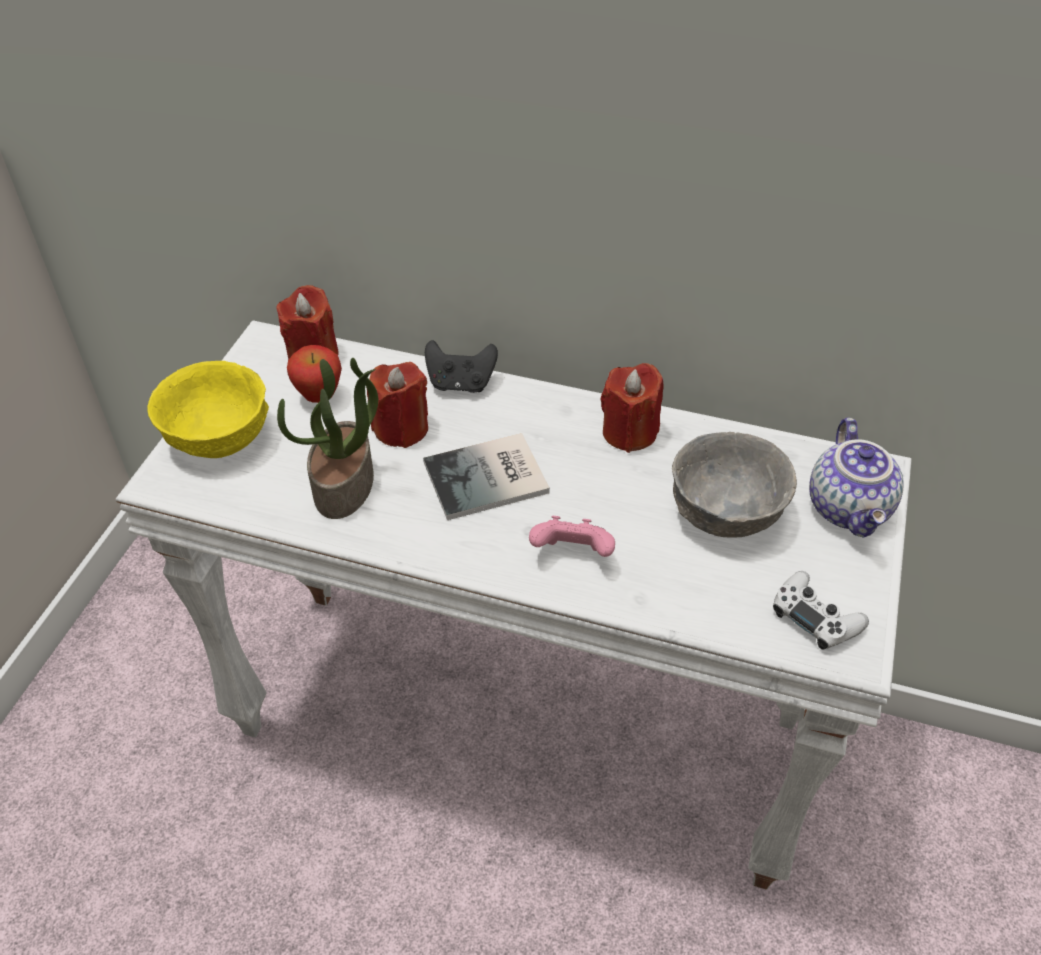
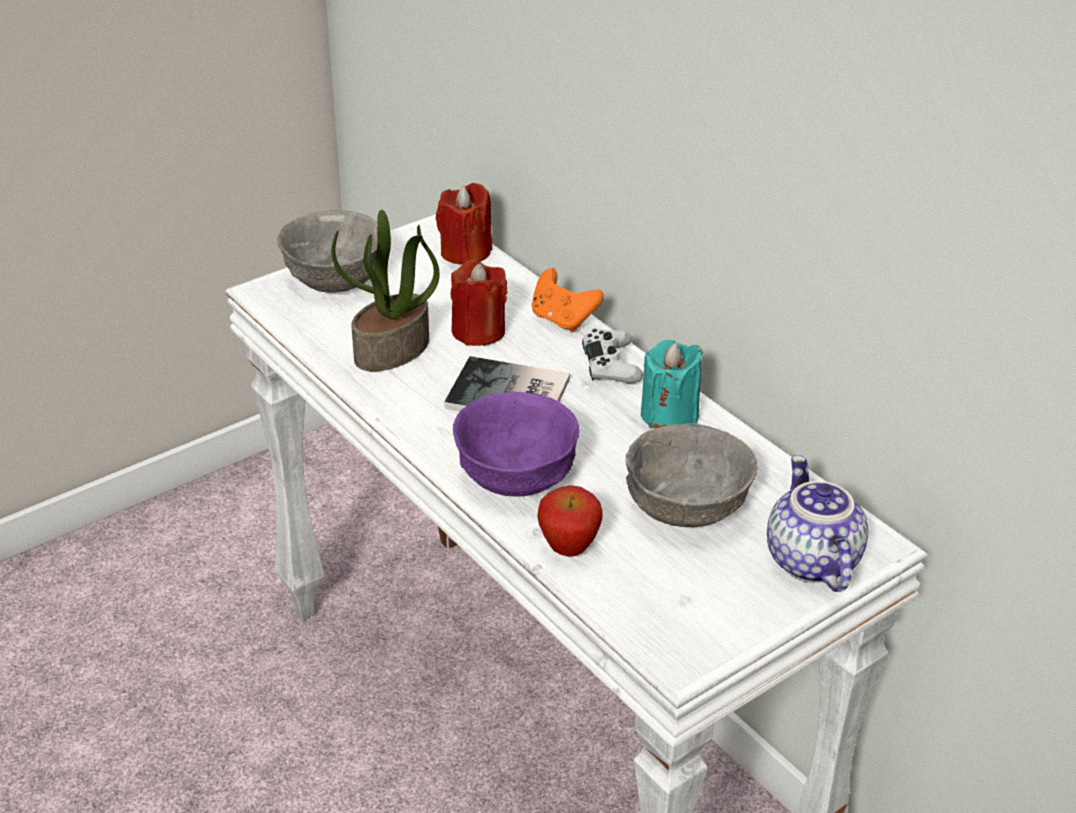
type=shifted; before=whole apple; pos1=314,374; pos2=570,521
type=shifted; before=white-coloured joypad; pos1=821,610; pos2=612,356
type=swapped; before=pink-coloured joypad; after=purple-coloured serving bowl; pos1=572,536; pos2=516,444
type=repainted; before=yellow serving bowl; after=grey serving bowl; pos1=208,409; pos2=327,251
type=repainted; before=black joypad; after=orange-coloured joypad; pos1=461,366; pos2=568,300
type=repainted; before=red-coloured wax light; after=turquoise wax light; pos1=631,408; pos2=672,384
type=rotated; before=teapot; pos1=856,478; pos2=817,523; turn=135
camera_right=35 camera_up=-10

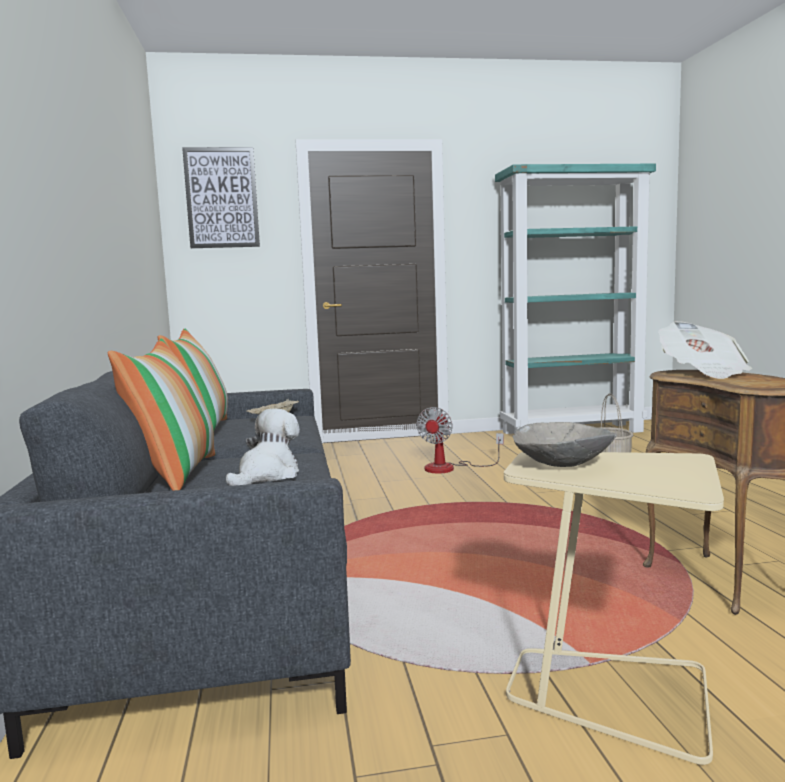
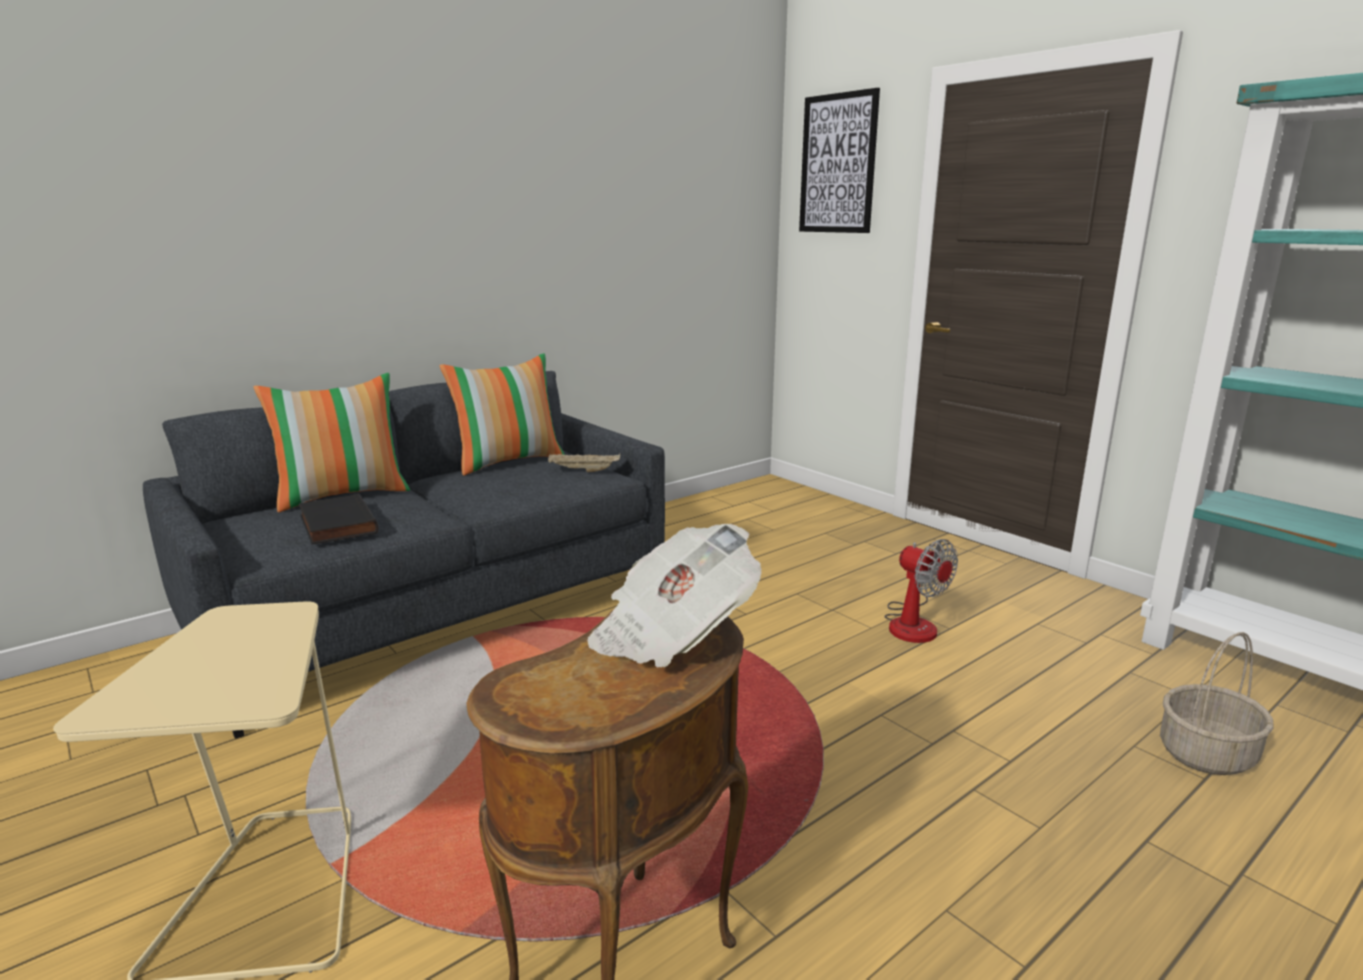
type=gone; before=grey serving bowl; pos1=565,444
type=swapped; before=cuddly toy; after=black bound book; pos1=263,447; pos2=338,519
type=rotated; before=fan; pos1=460,440; pos2=921,591; turn=-120
camera_right=60 camera_up=10

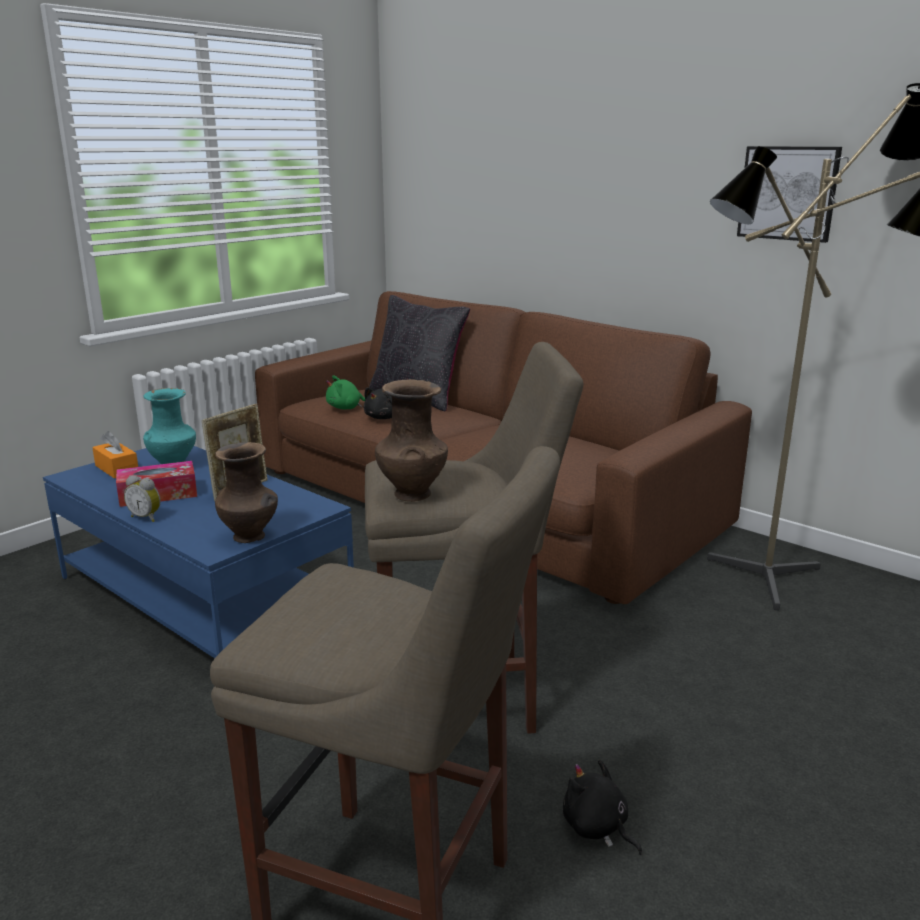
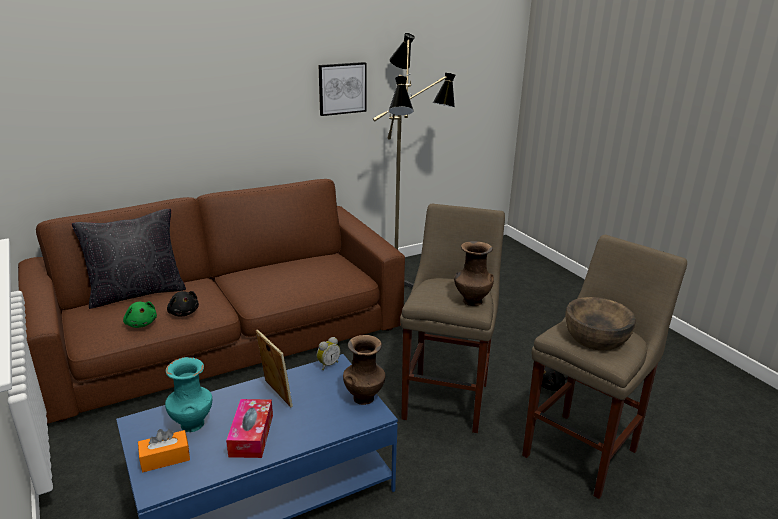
type=new; after=brown serving bowl; pos2=600,324
type=shifted; before=alarm clock; pos1=142,498; pos2=328,353
type=rotated; before=green cuddly toy; pos1=345,392; pos2=140,314; turn=-45
camera_right=-70 camera_up=5

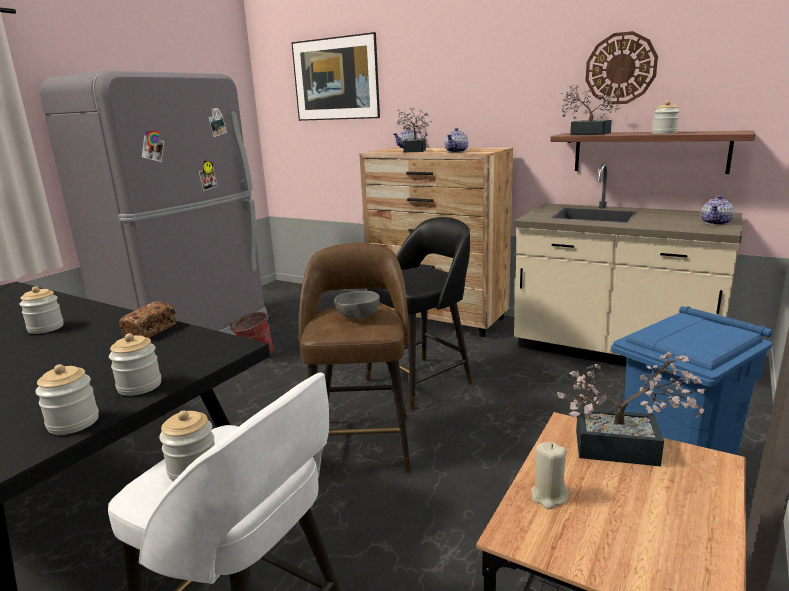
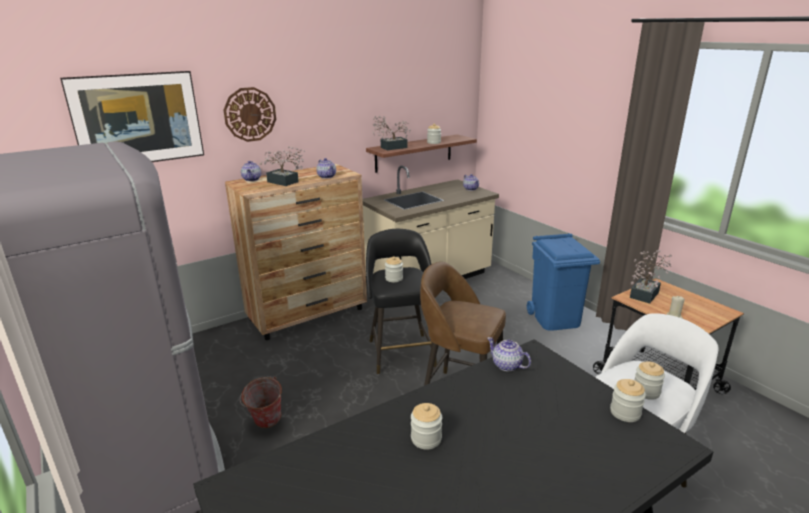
type=gone; before=bakery bread; pos1=147,319
type=gone; before=grey serving bowl; pos1=357,305
type=new; after=teapot; pos2=509,354
type=shifted; before=jar; pos1=135,364; pos2=394,269
type=shifted; before=wall clock; pos1=621,68; pos2=249,114
camera_right=-65 camera_up=5

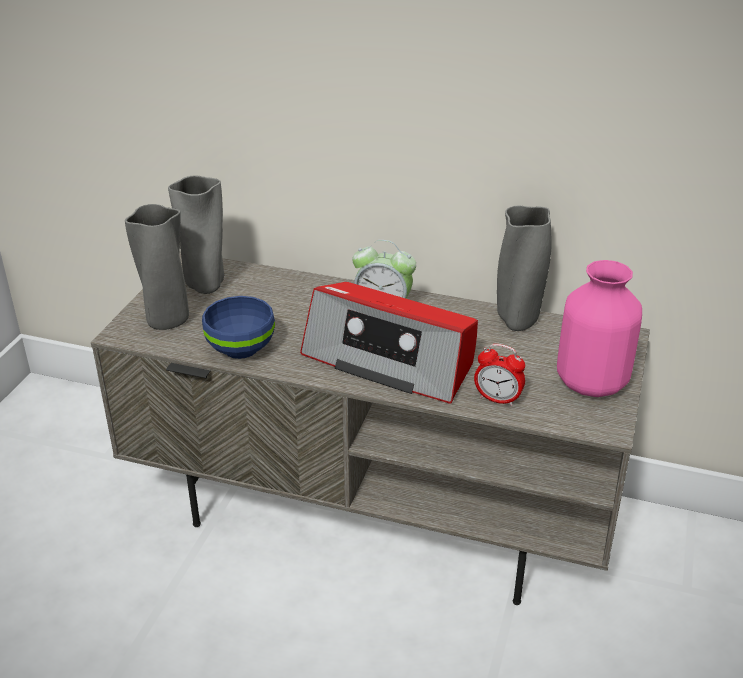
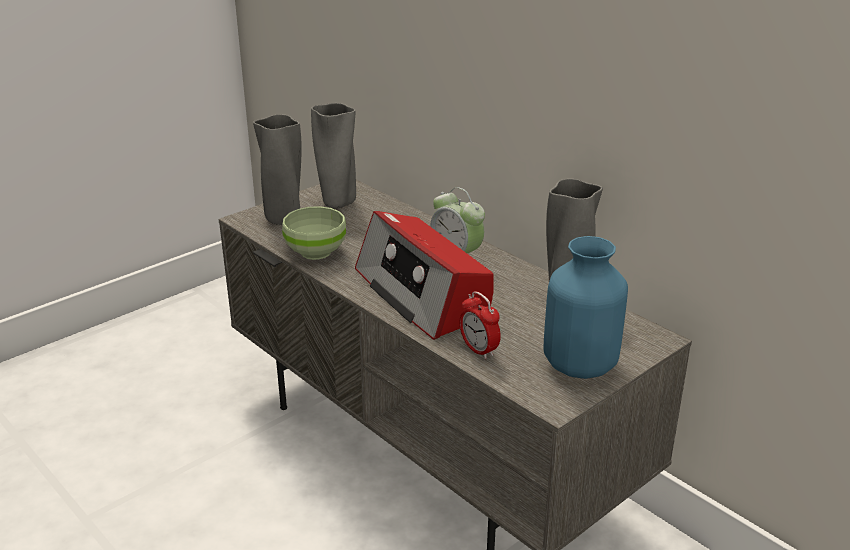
type=repainted; before=blue-coloured serving bowl; after=green serving bowl; pos1=238,327; pos2=314,233
type=repainted; before=pink-coloured decorative vase; after=blue-coloured decorative vase; pos1=599,328; pos2=585,307
camera_right=30 camera_up=-5

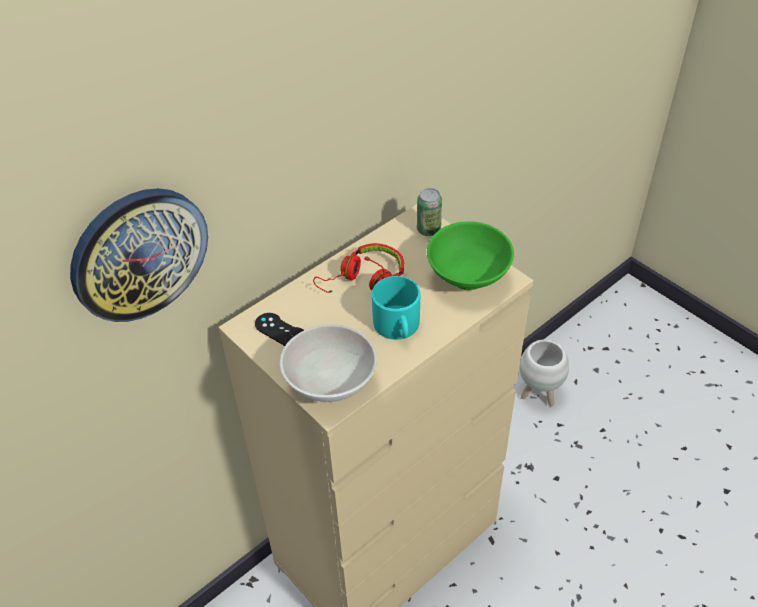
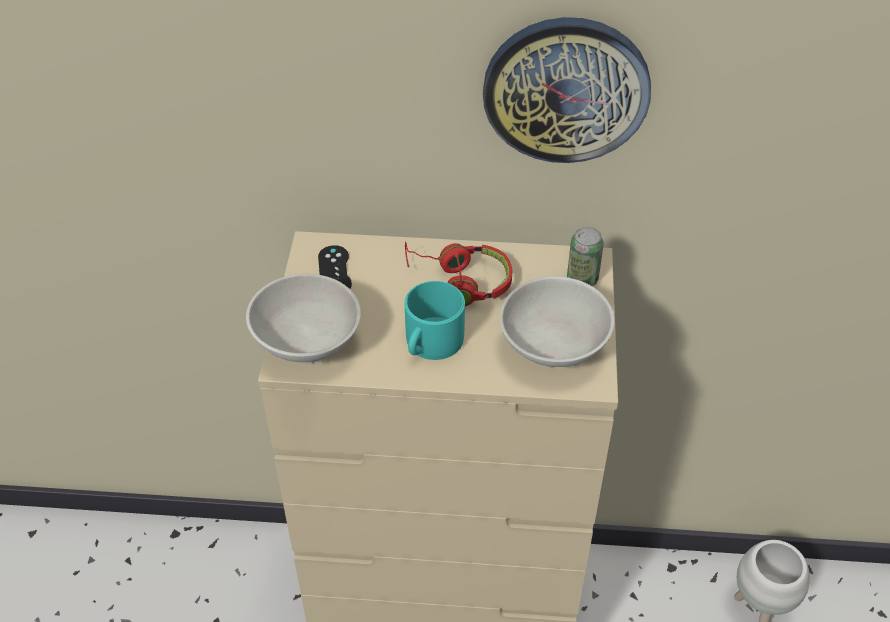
type=shifted; before=wall clock; pos1=139,255; pos2=567,90
type=repainted; before=green serving bowl; after=white-coloured serving bowl; pos1=470,255; pos2=557,321
camera_right=45 camera_up=0

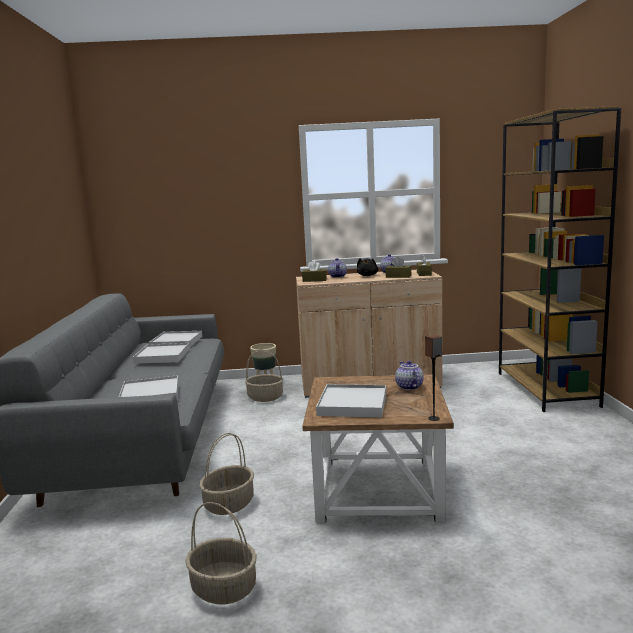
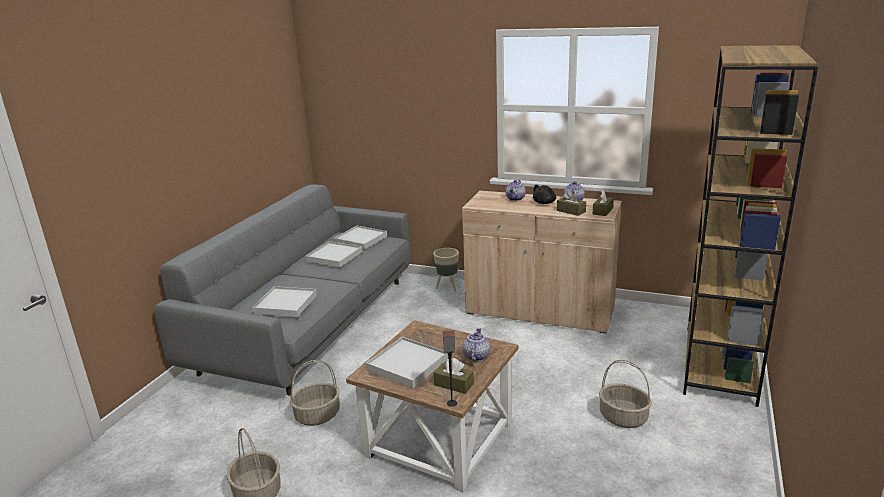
type=shifted; before=storage basket; pos1=264,375; pos2=625,394
type=shifted; before=brown box of tissues; pos1=314,271; pos2=454,376
camera_right=25 camera_up=10

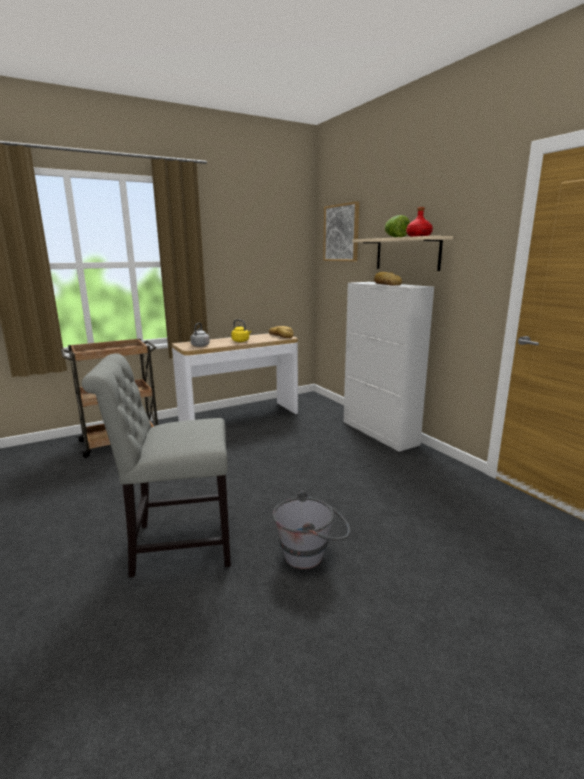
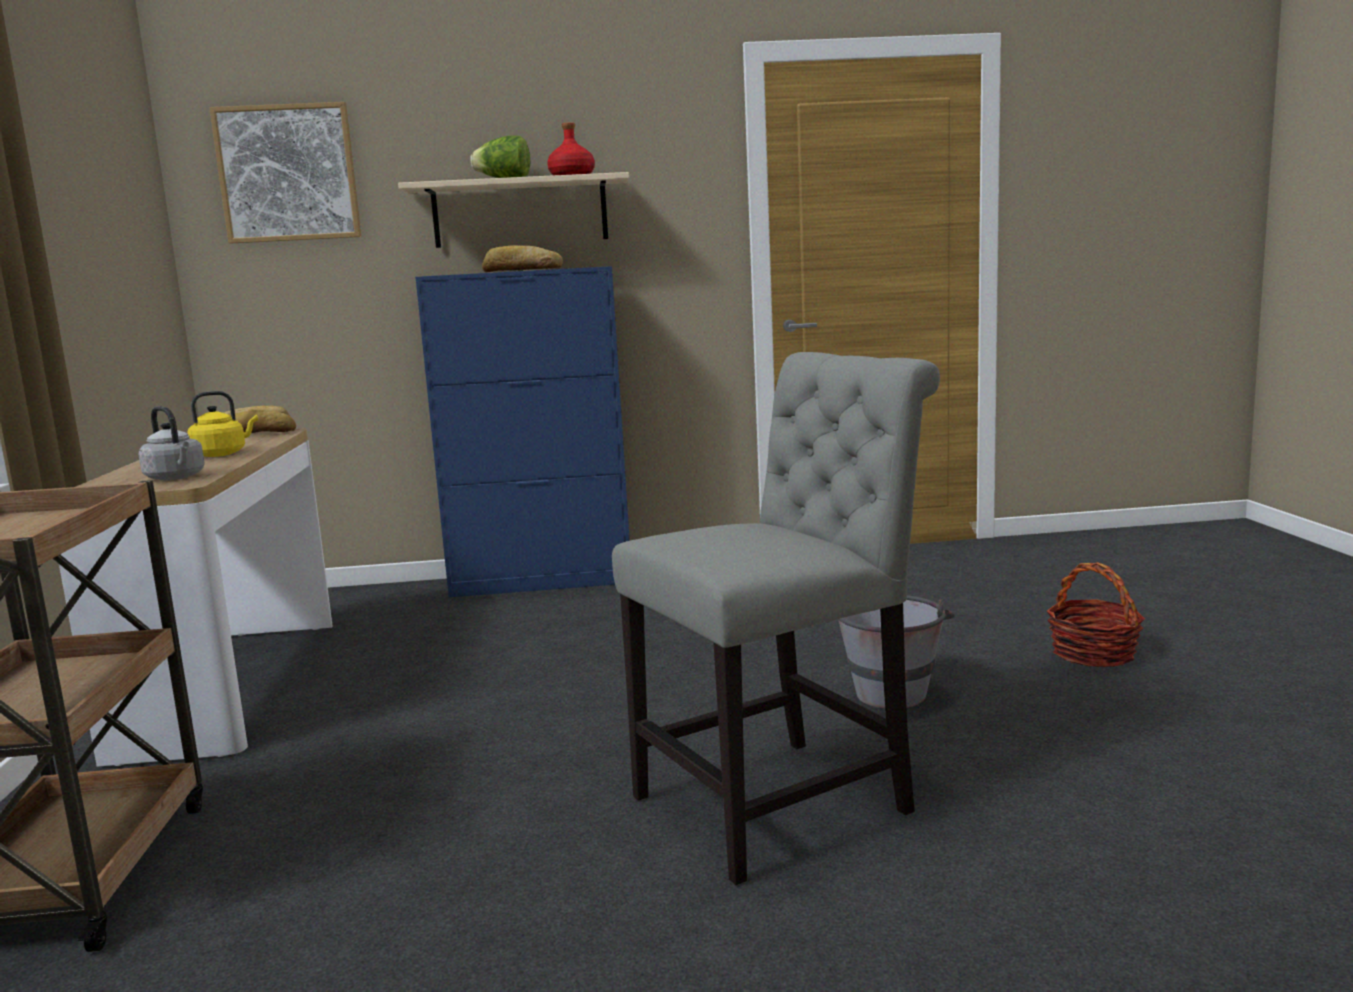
type=new; after=storage basket; pos2=1096,614
type=repainted; before=white-coloured cupboard; after=blue-coloured cupboard; pos1=389,367; pos2=522,431
type=rotated; before=grey chair; pos1=156,465; pos2=776,618; turn=-135
camera_right=-65 camera_up=-5

